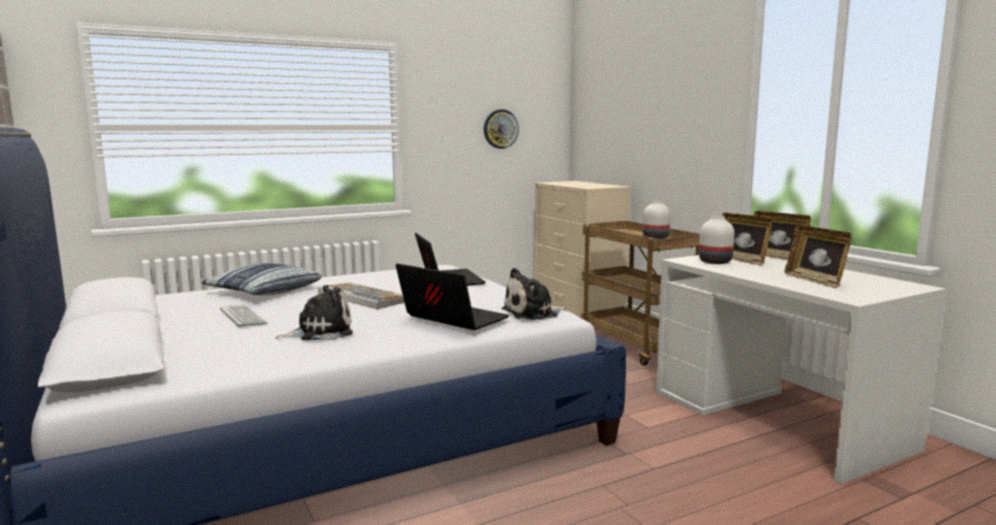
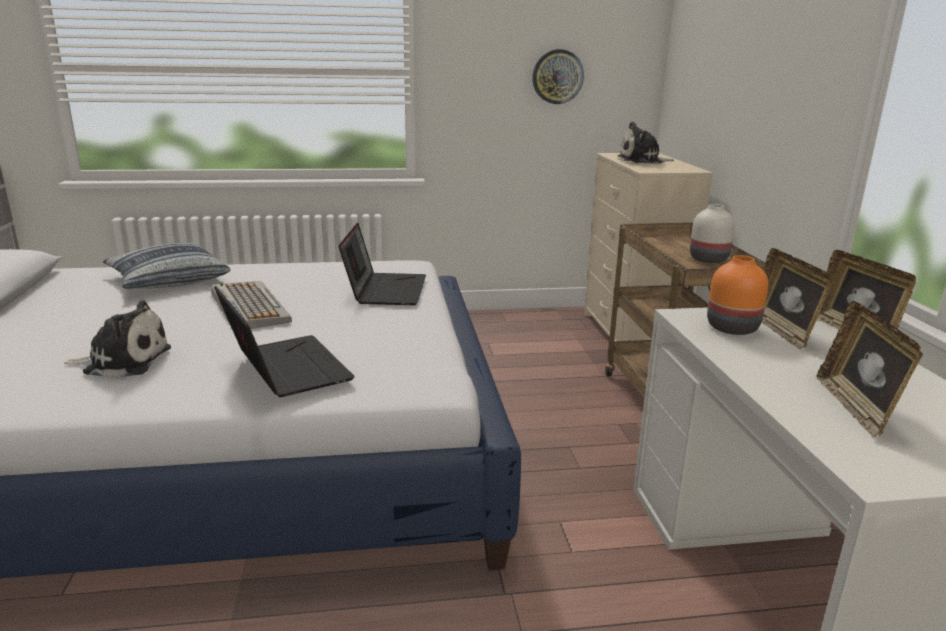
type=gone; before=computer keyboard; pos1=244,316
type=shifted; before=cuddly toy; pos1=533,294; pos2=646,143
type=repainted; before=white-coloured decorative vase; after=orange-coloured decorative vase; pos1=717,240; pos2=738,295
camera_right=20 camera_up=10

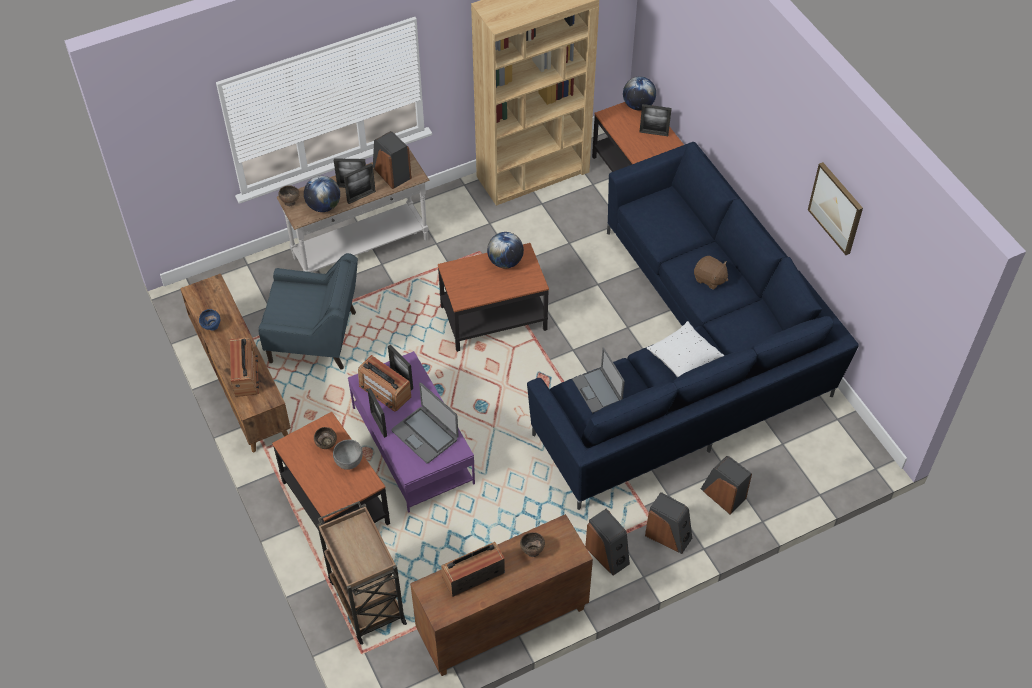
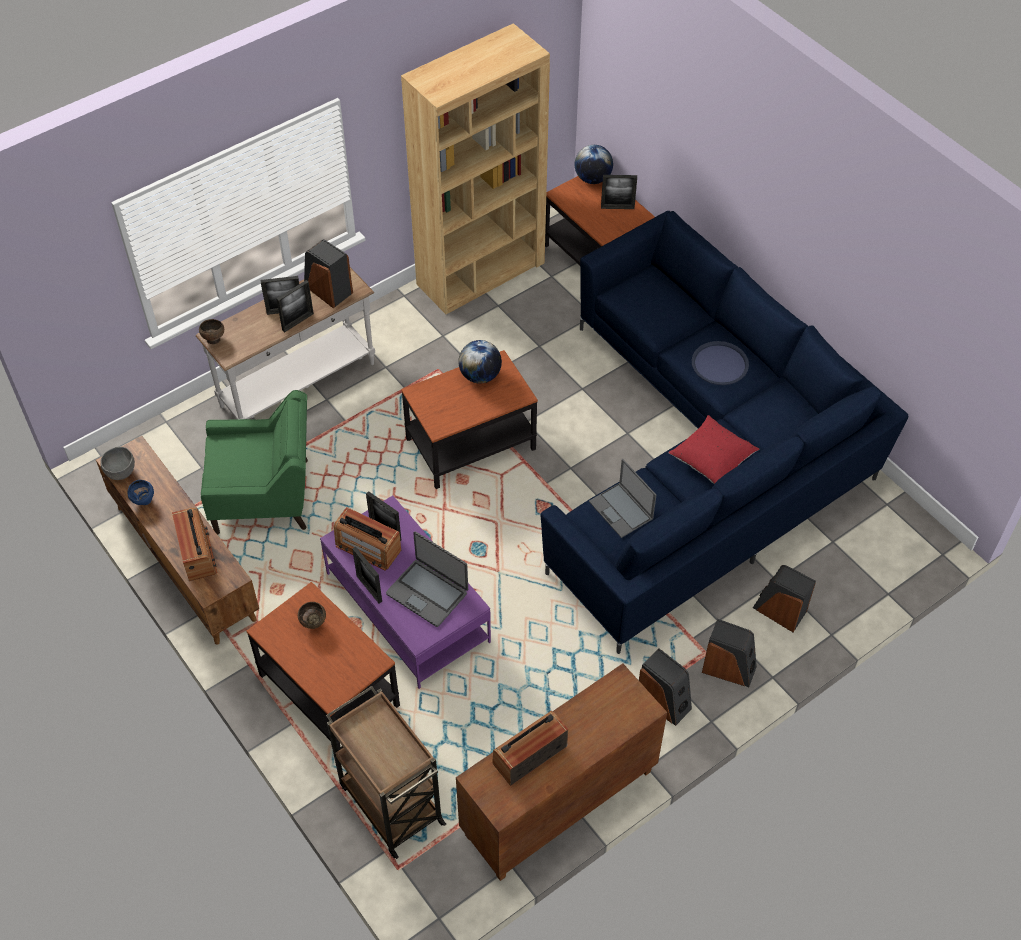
type=gone; before=globe; pos1=322,194
type=gone; before=brown serving bowl; pos1=532,544
type=gone; before=wall picture; pos1=835,208
type=shifted; before=grey serving bowl; pos1=348,455; pos2=117,463
type=swapped; before=brown cuddly toy; after=blue-coloured carrying tray; pos1=711,273; pos2=720,363
type=repainted; before=blue-coloured easy chair; after=green easy chair; pos1=308,311; pos2=254,462
type=repainted; before=white-coloured pillow; after=red-coloured pillow; pos1=685,349; pos2=714,449
camera_right=-10 camera_up=0

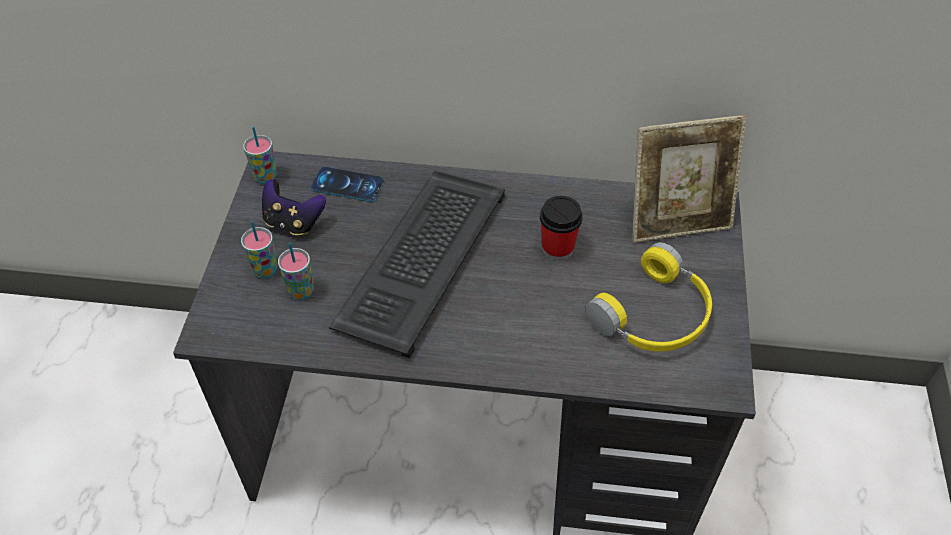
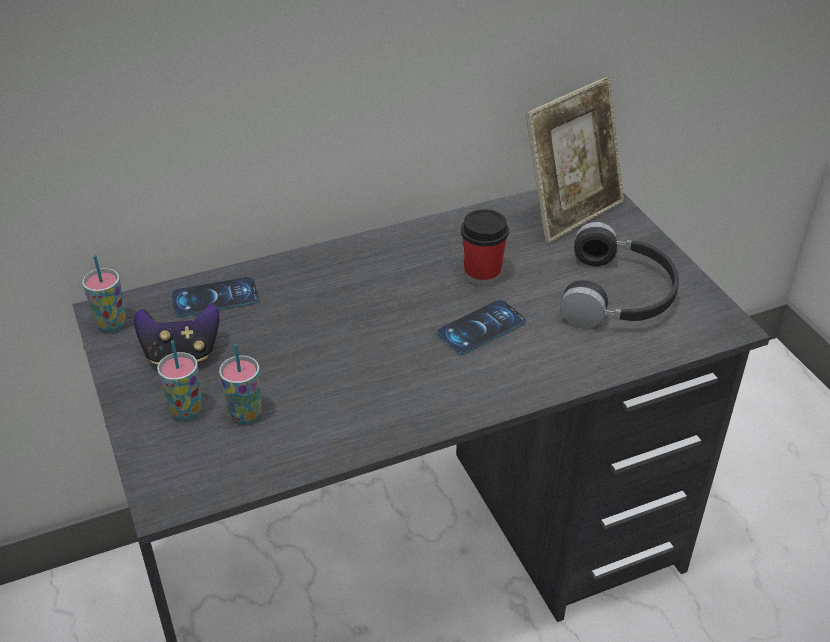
type=gone; before=computer keyboard; pos1=417,264
type=new; after=handset; pos2=481,327
type=repainted; before=yellow headphones; after=black headphones; pos1=648,297; pos2=619,275
camera_right=-30 camera_up=-10

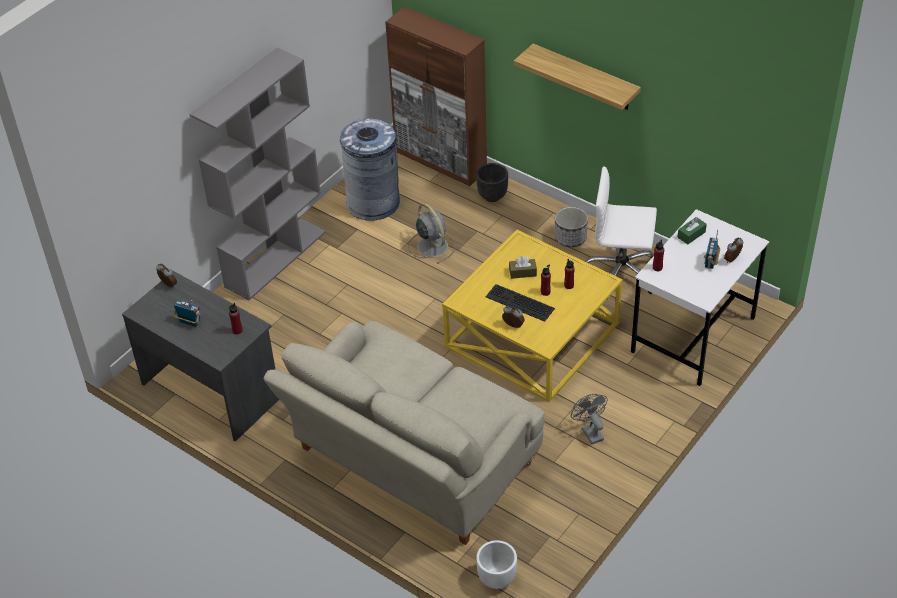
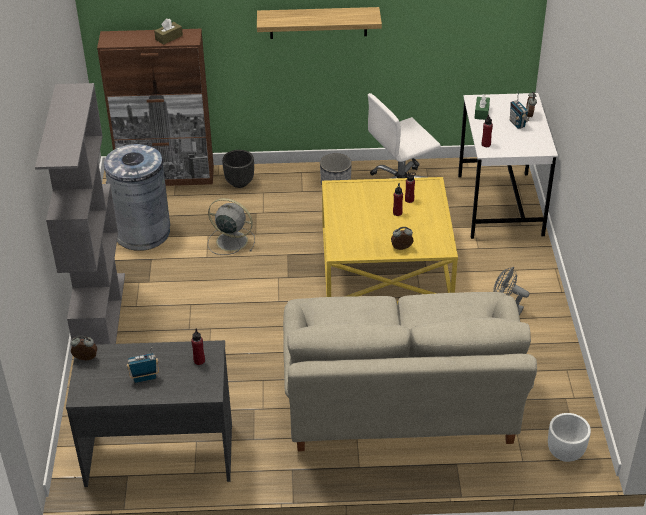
type=gone; before=computer keyboard; pos1=520,303
type=shifted; before=brown box of tissues; pos1=523,267; pos2=168,32
camera_right=-40 camera_up=-5

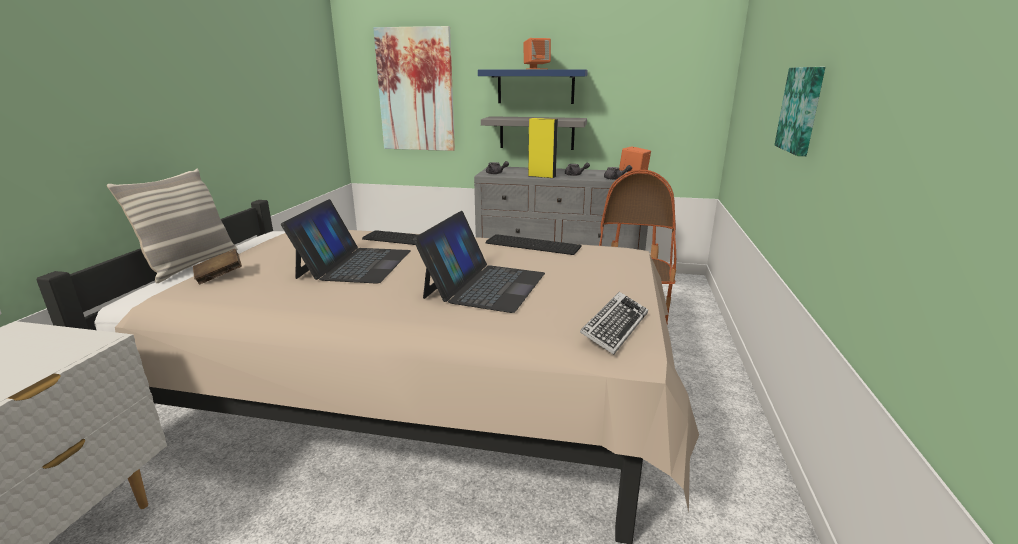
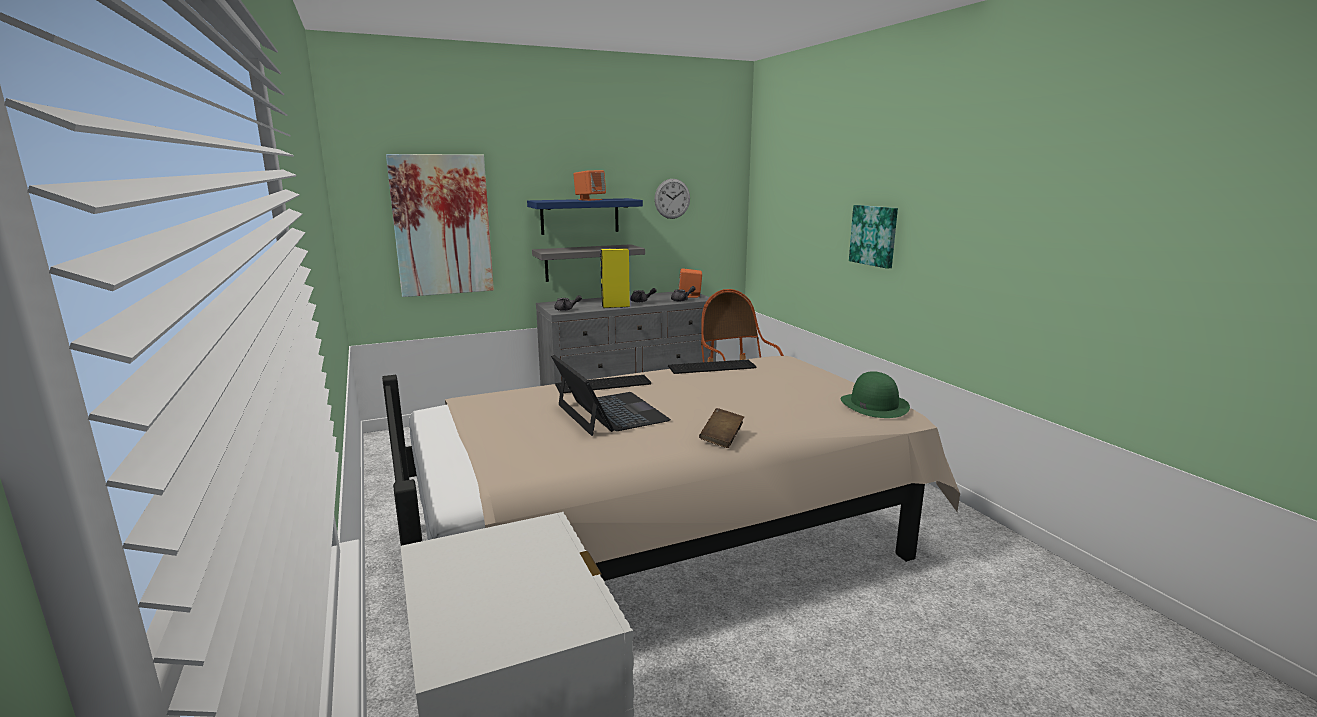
type=gone; before=pillow; pos1=172,226
type=gone; before=portable computer; pos1=479,262
type=new; after=wall clock; pos2=672,199
type=shifted; before=brown bound book; pos1=217,266; pos2=721,428
type=swapped; before=computer keyboard; after=green wearable hat; pos1=614,323; pos2=875,394
camera_right=-35 camera_up=-5

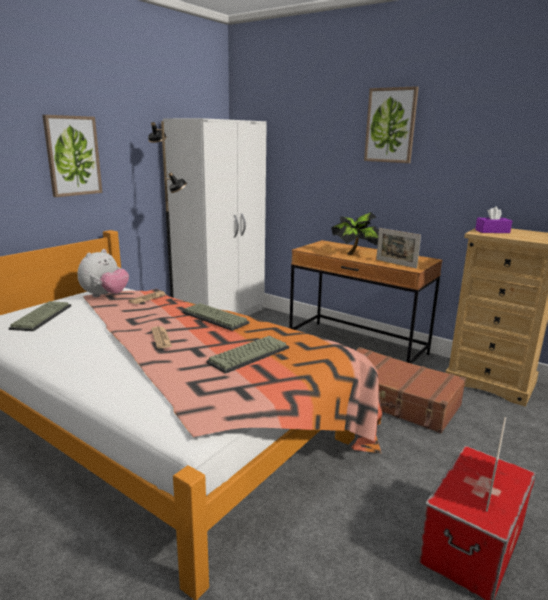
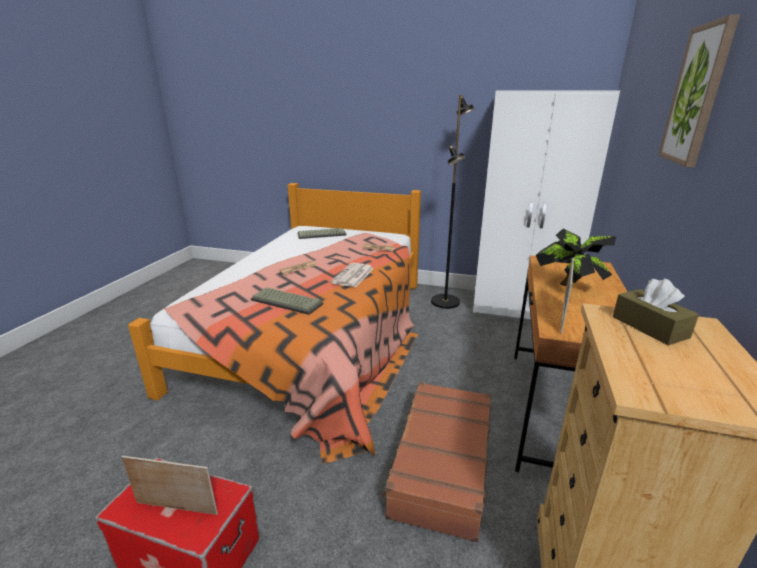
type=gone; before=wall picture; pos1=72,156
type=gone; before=cuddly toy; pos1=103,273
type=swapped; before=computer keyboard; after=newspaper; pos1=216,317; pos2=352,275
type=repainted; before=purple-coloured box of tissues; after=brown box of tissues; pos1=493,219; pos2=656,311
camera_right=70 camera_up=5

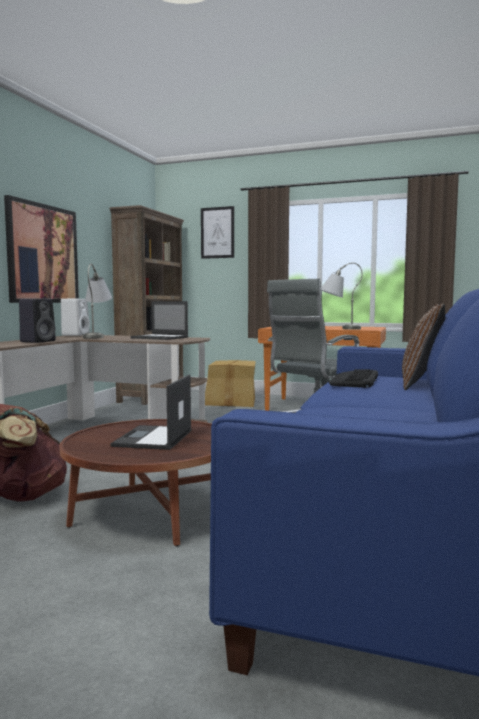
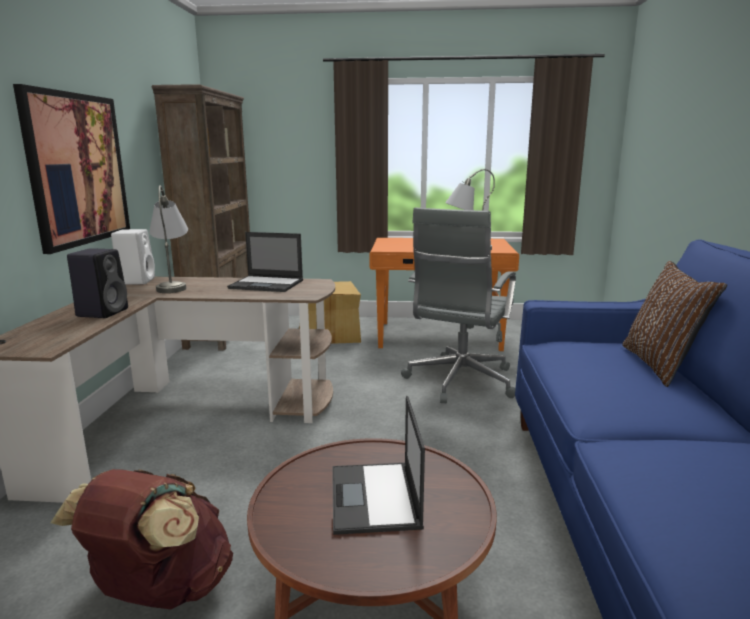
type=gone; before=wall picture; pos1=217,232
type=gone; before=computer keyboard; pos1=353,378
camera_right=-15 camera_up=10

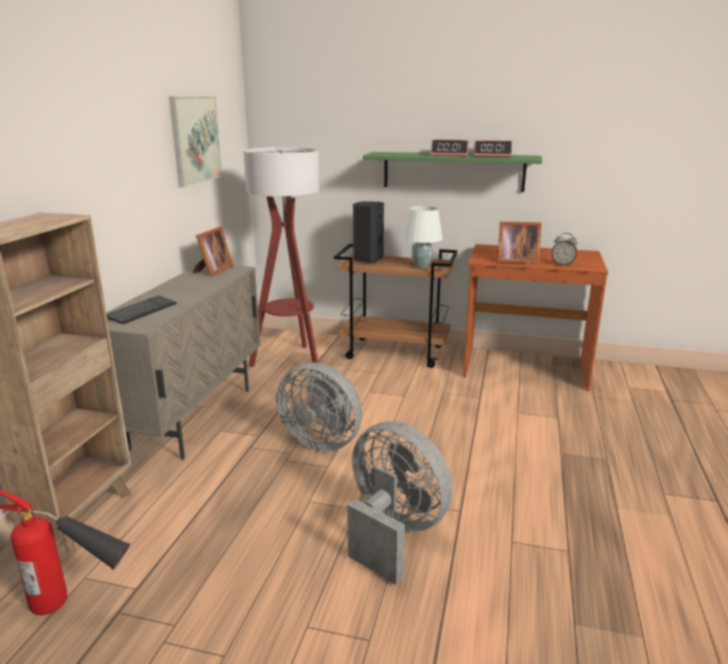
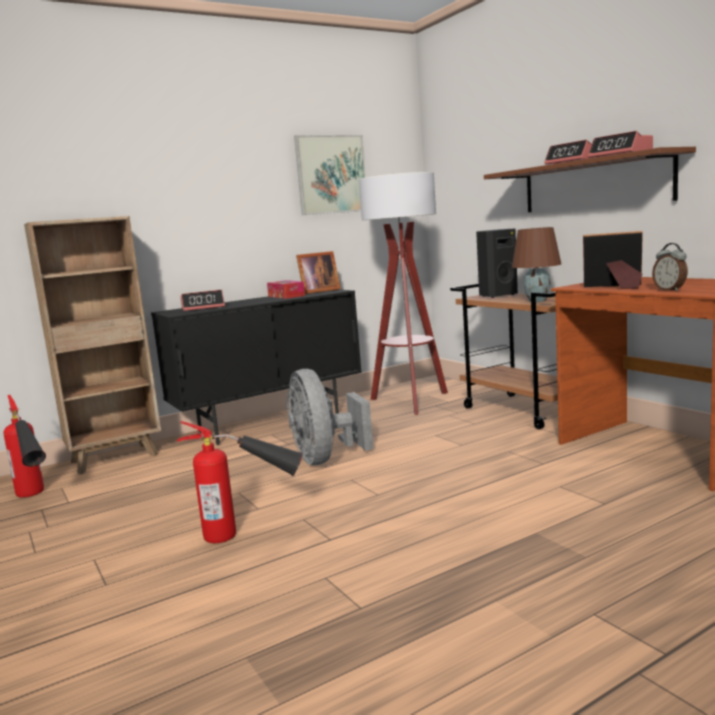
type=new; after=box of tissues; pos2=286,289
type=swapped; before=computer keyboard; after=alarm clock; pos1=141,310; pos2=202,300
type=swapped; before=grey fan; after=extinguisher; pos1=400,503; pos2=240,482
type=repainted; before=sand-coloured cupboard; after=black cupboard; pos1=183,362; pos2=256,367
type=repainted; before=green wall shelf; after=brown wall shelf; pos1=452,172; pos2=590,179
type=repainted; before=white-coloured lamp for a table; after=brown lamp for a table; pos1=423,237; pos2=536,264
type=rotated; before=picture frame; pos1=519,242; pos2=613,260; turn=150
camera_right=45 camera_up=-10

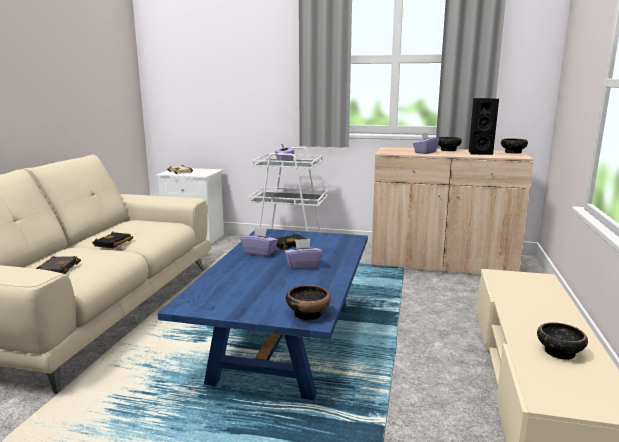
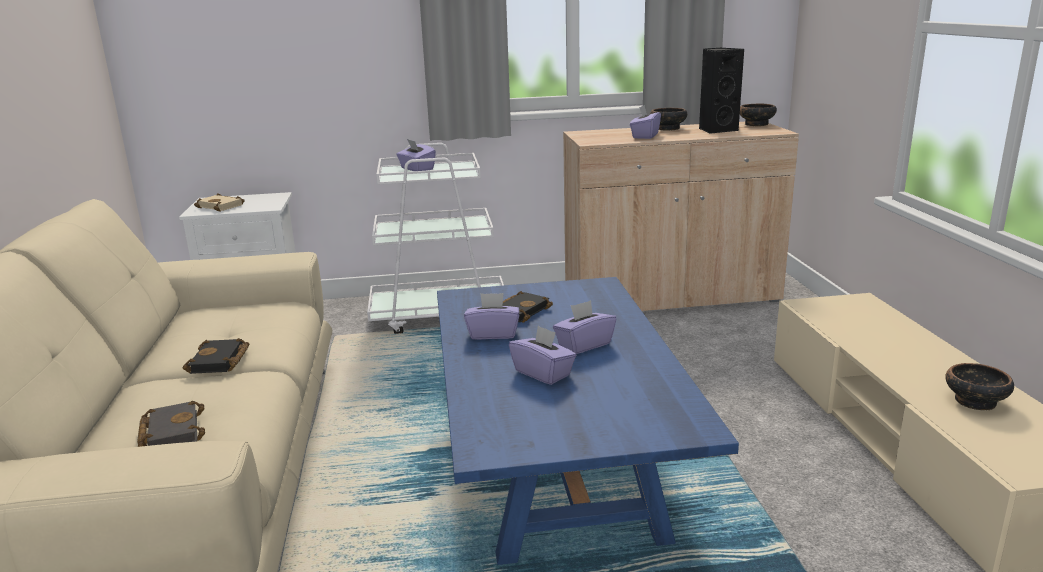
type=gone; before=serving bowl; pos1=308,303
type=new; after=purple-coloured box of tissues; pos2=542,355
camera_right=-20 camera_up=5

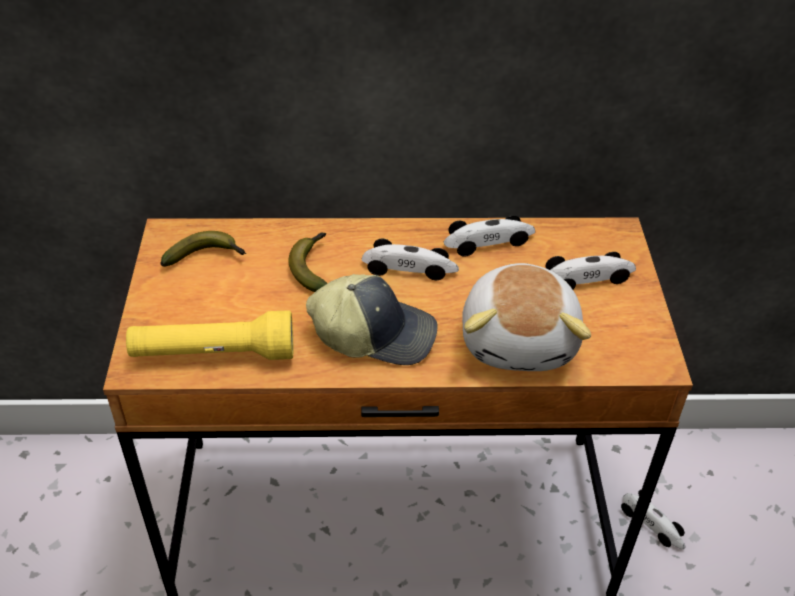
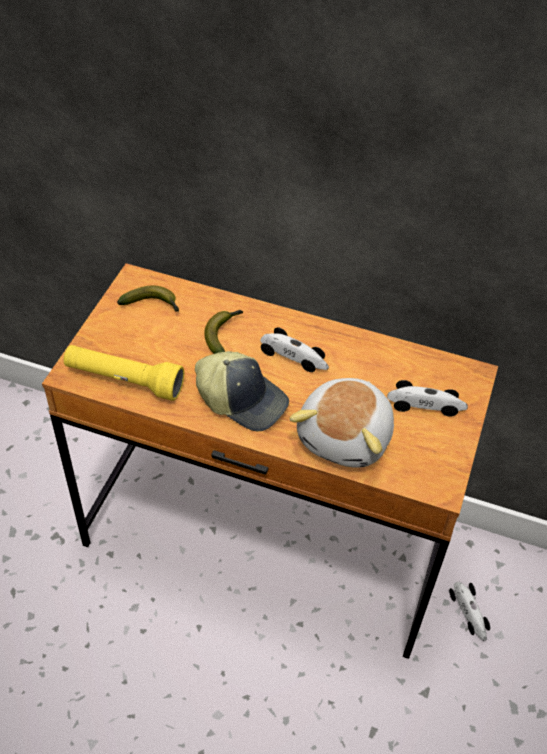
type=gone; before=toy car; pos1=489,236
camera_right=20 camera_up=5

